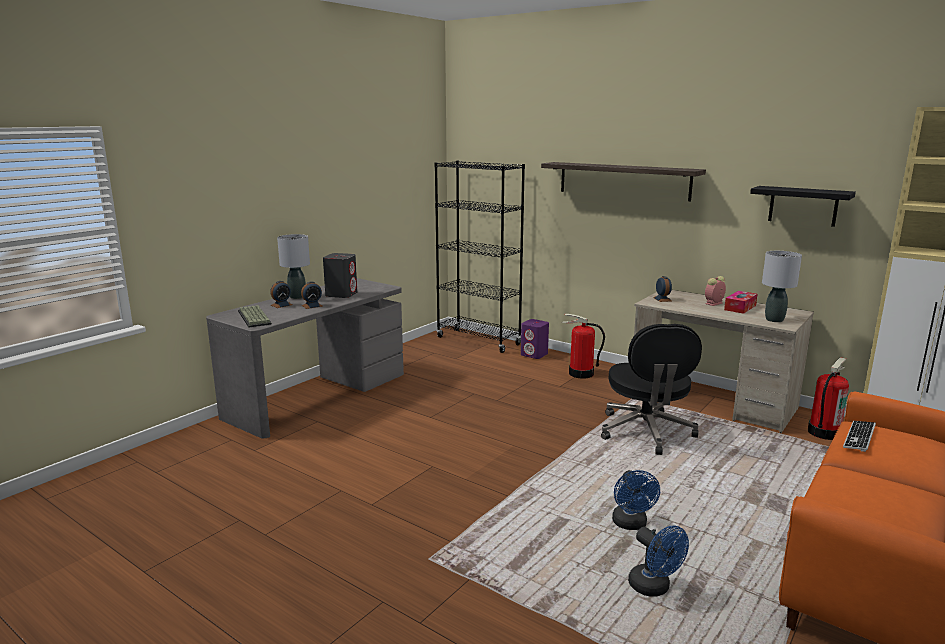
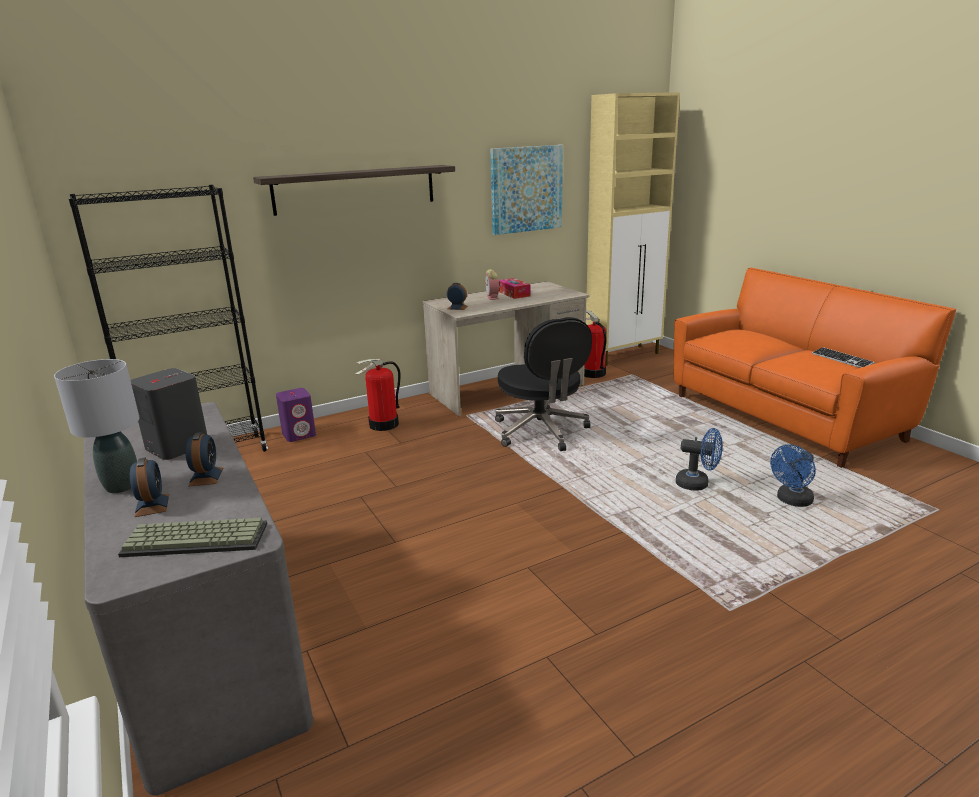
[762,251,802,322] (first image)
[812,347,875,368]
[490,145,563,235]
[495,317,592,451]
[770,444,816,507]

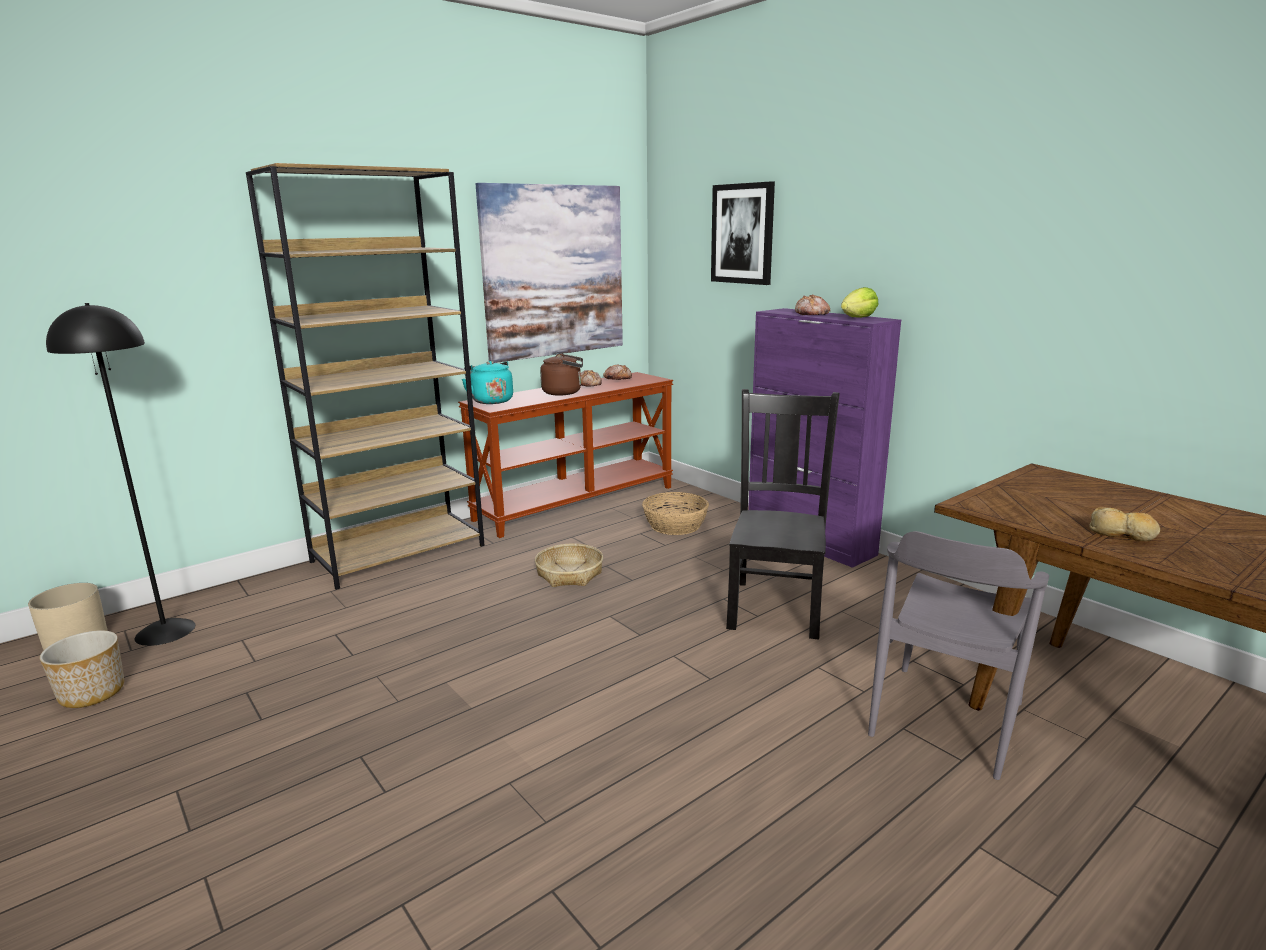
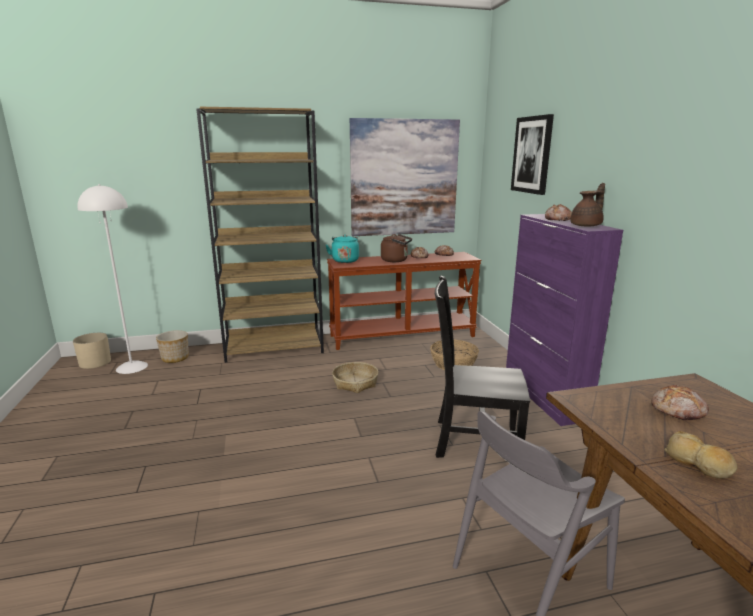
[651,384,709,420]
[156,330,189,363]
[571,183,605,226]
[77,184,148,374]
[435,276,530,458]

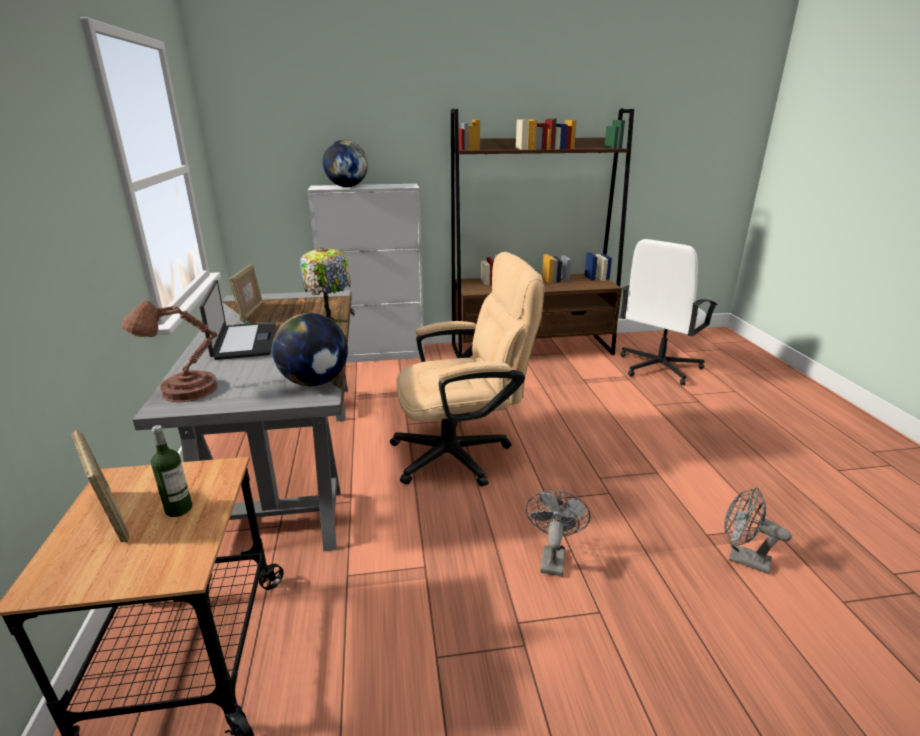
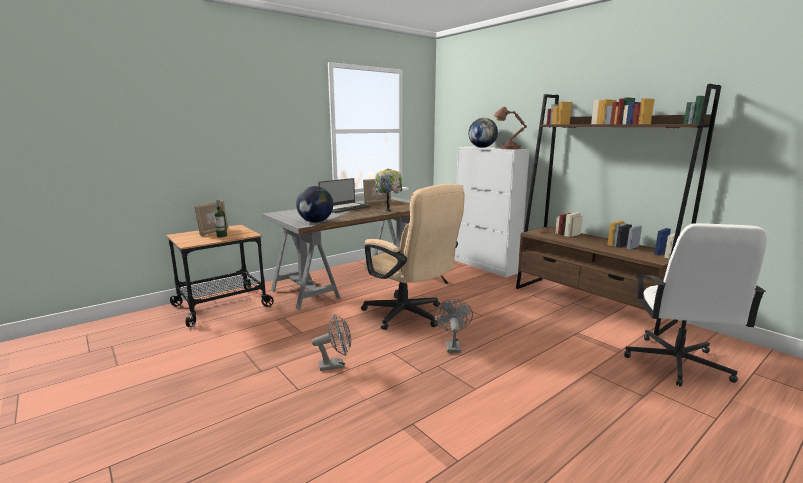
[494,107,527,149]
[434,299,473,353]
[624,223,767,387]

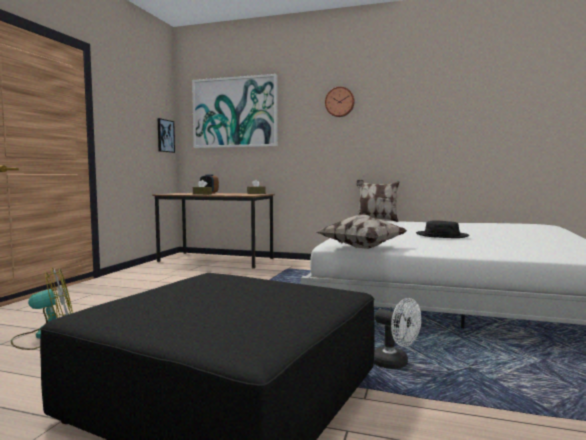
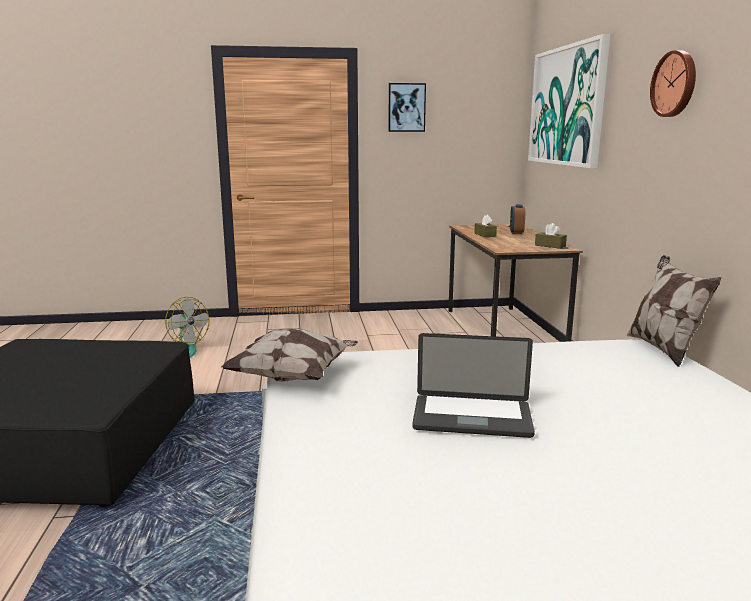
[374,298,421,369] (first image)
[388,83,426,132]
[412,333,535,438]

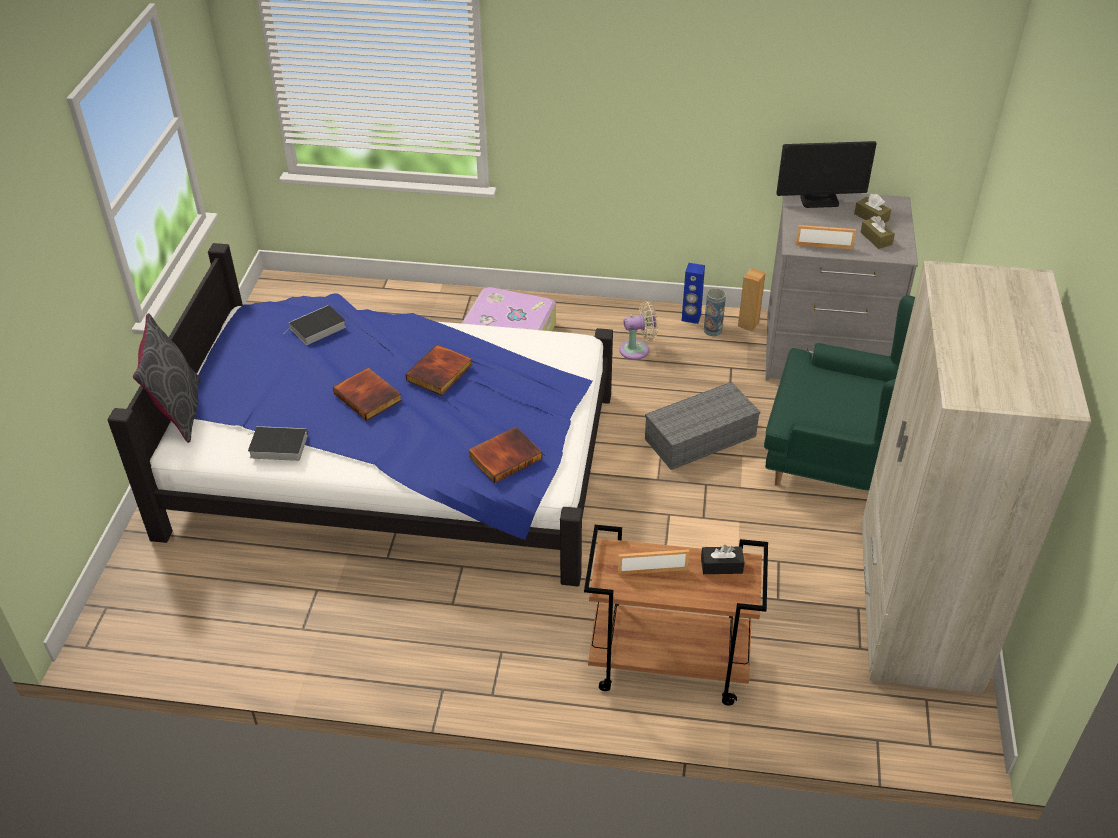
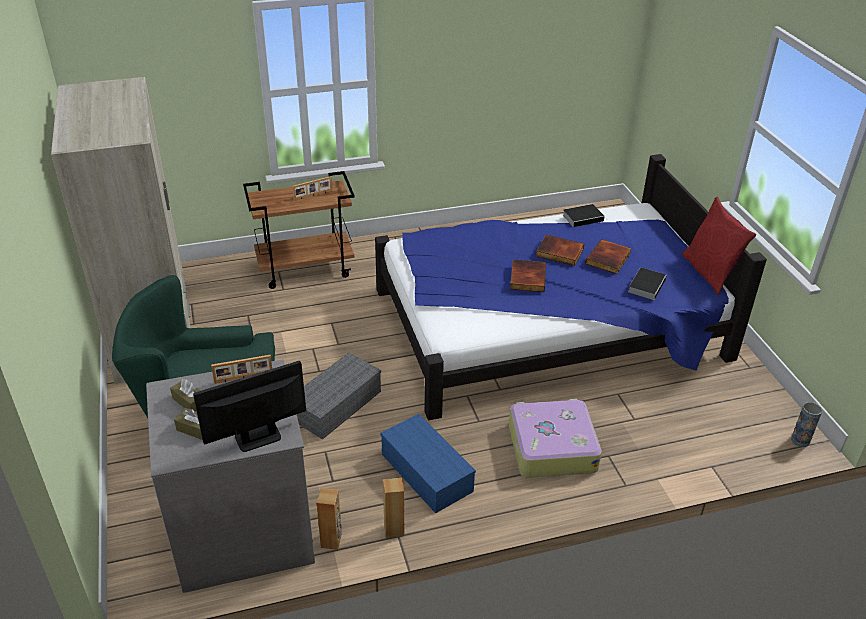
[133,313,201,443] (first image)
[701,545,745,574] (first image)
[682,196,756,295]
[585,239,632,274]
[791,402,822,447]
[380,414,476,513]
[383,478,404,538]

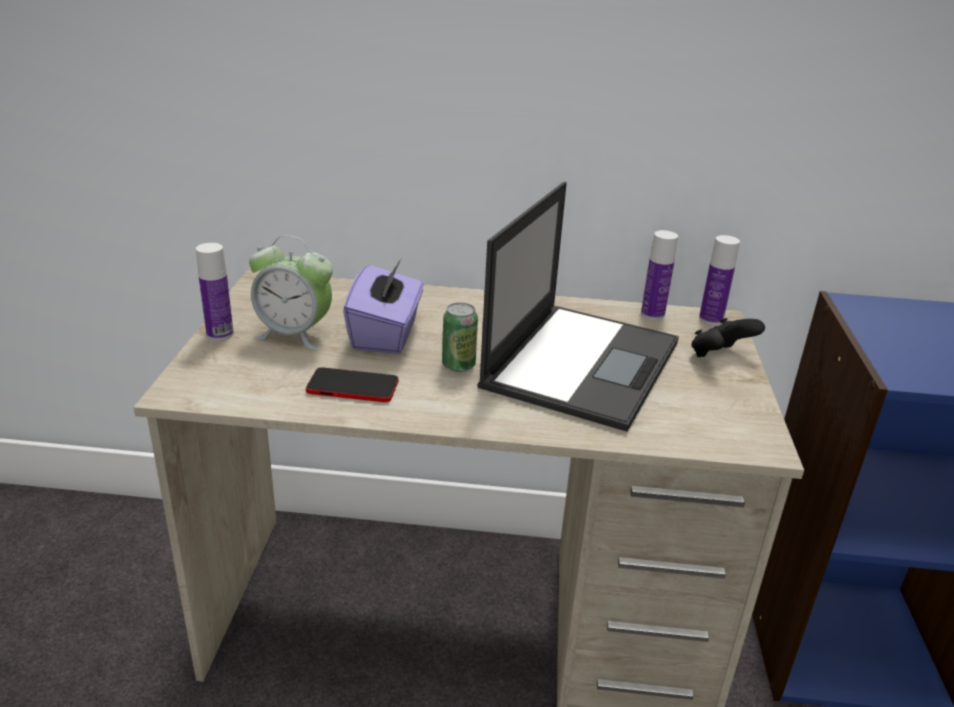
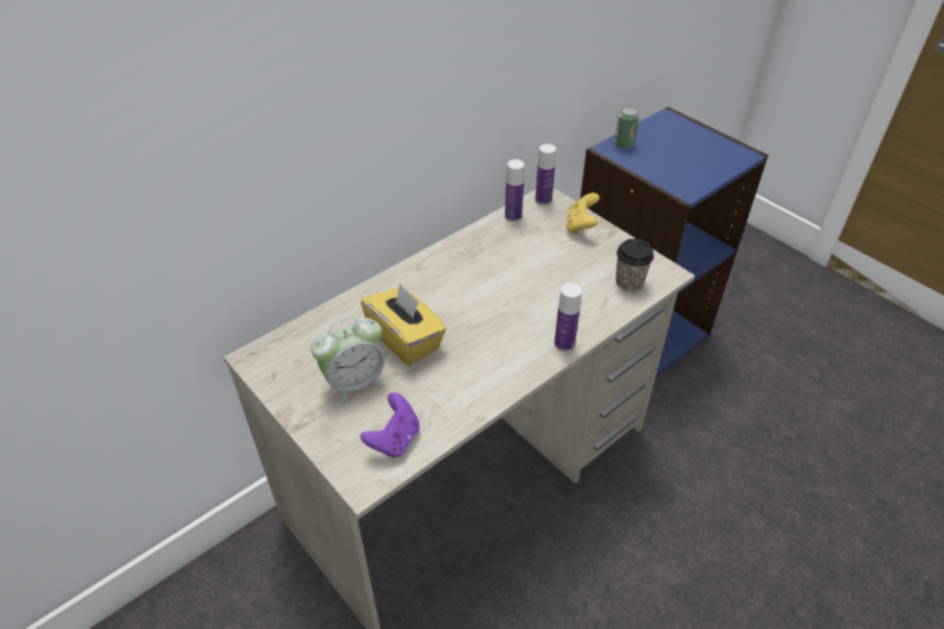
[306,367,399,402] (first image)
[477,182,679,432] (first image)
[361,393,420,458]
[616,239,654,292]
[554,283,582,352]
[614,106,639,149]
[361,283,447,365]
[566,193,600,234]

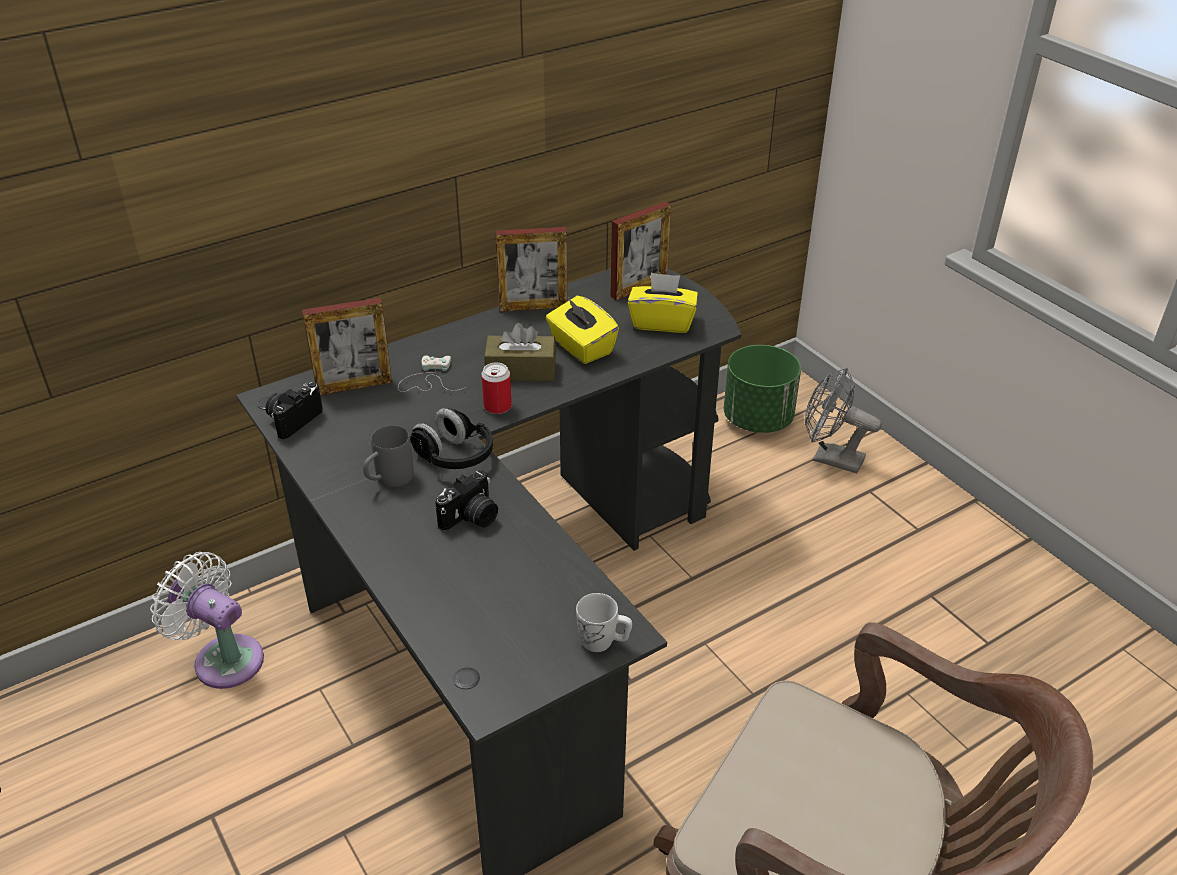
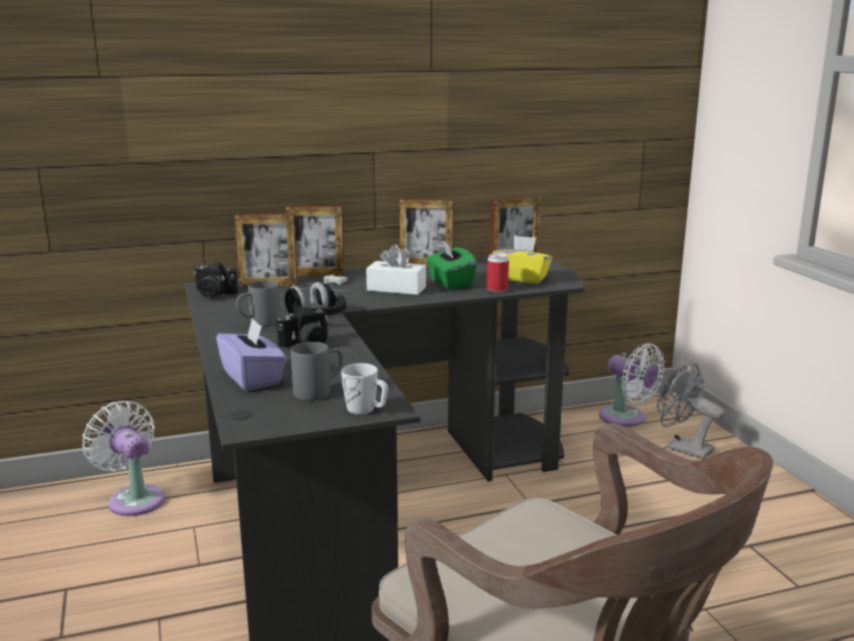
[216,317,286,391]
[285,205,345,276]
[291,342,343,401]
[487,253,509,292]
[599,343,665,427]
[366,244,426,295]
[426,240,477,290]
[194,262,238,298]

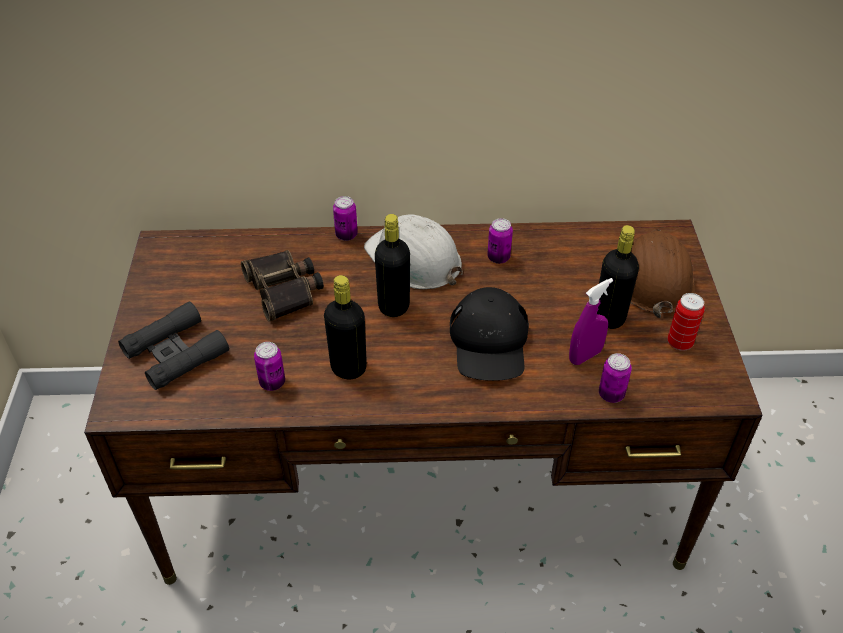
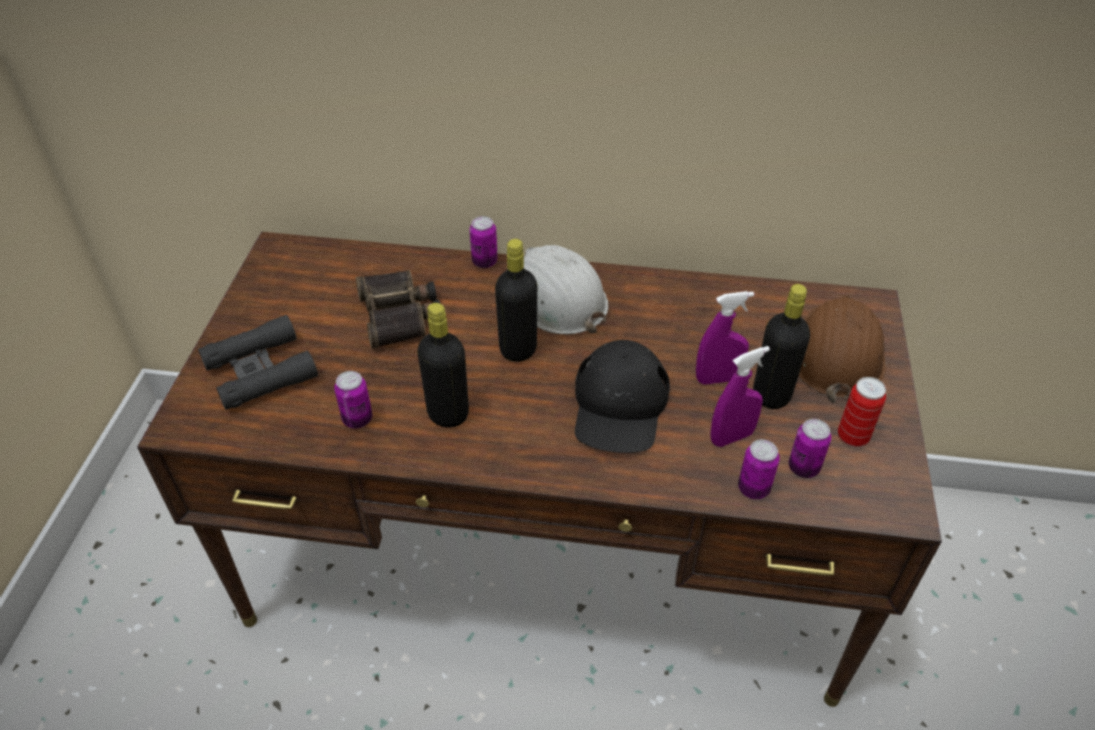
[696,291,754,385]
[789,419,831,478]

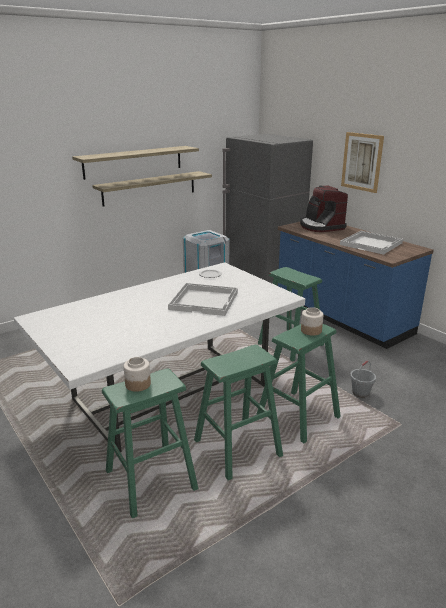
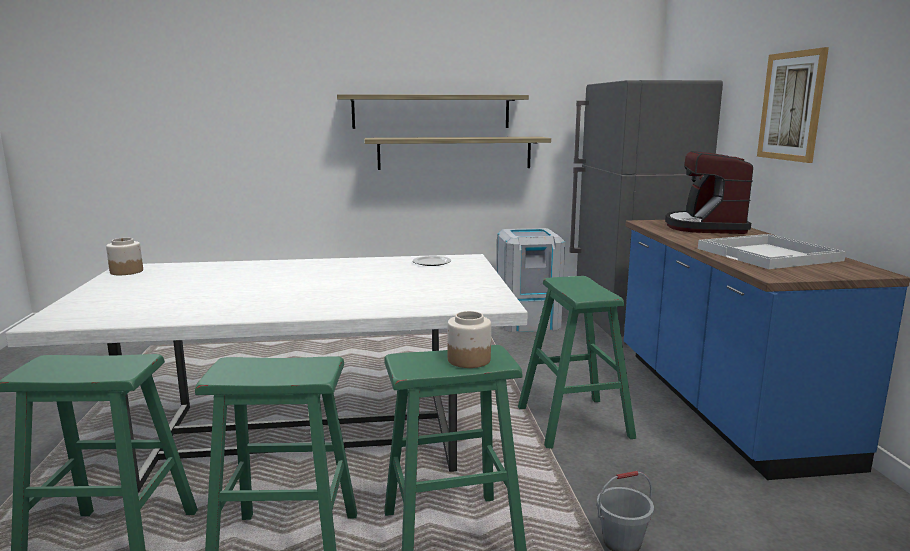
[168,283,238,316] (first image)
[106,238,143,275]

